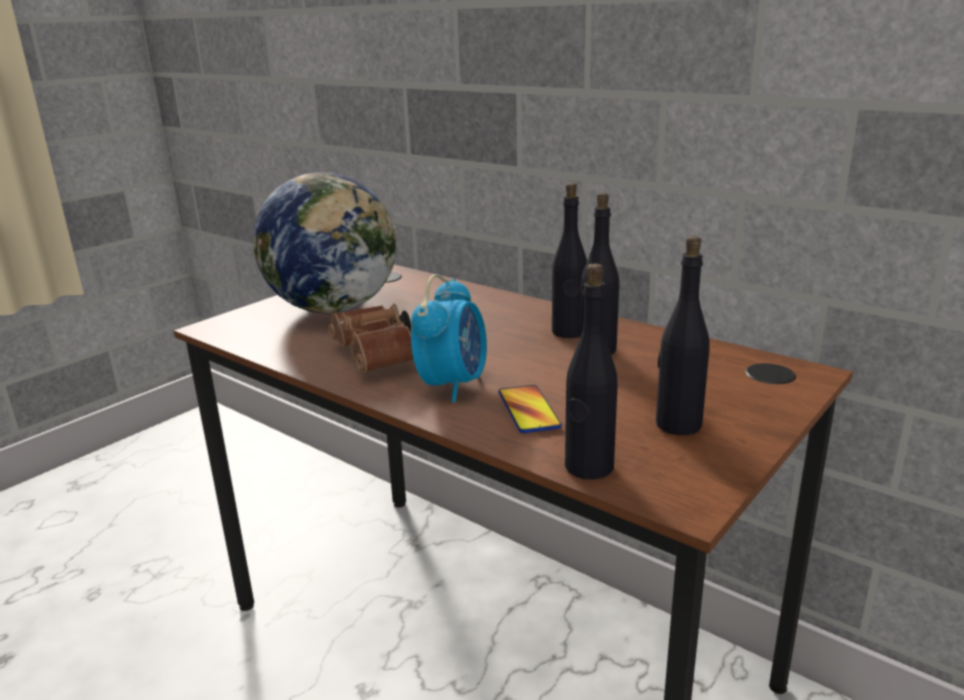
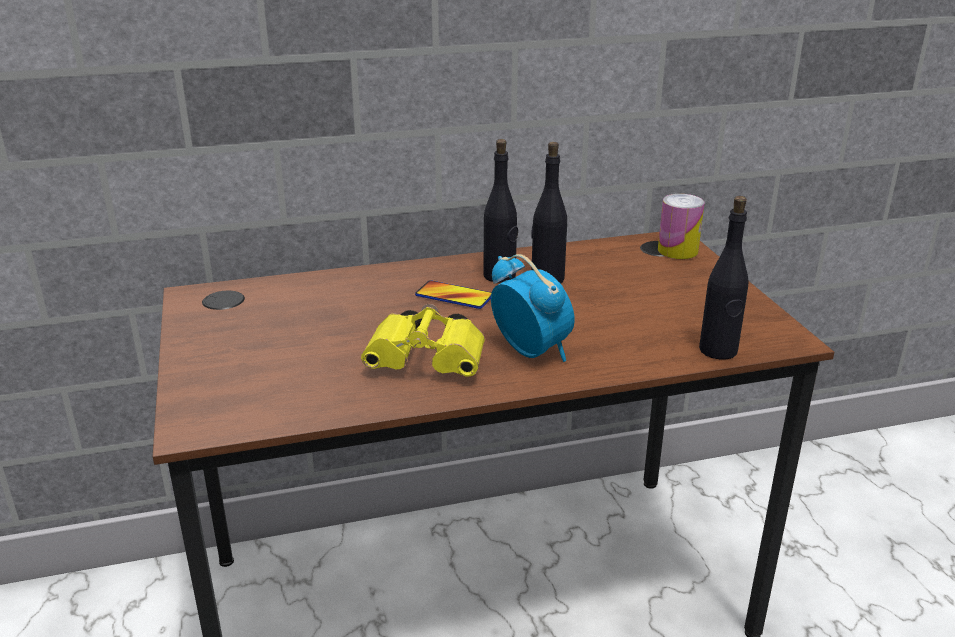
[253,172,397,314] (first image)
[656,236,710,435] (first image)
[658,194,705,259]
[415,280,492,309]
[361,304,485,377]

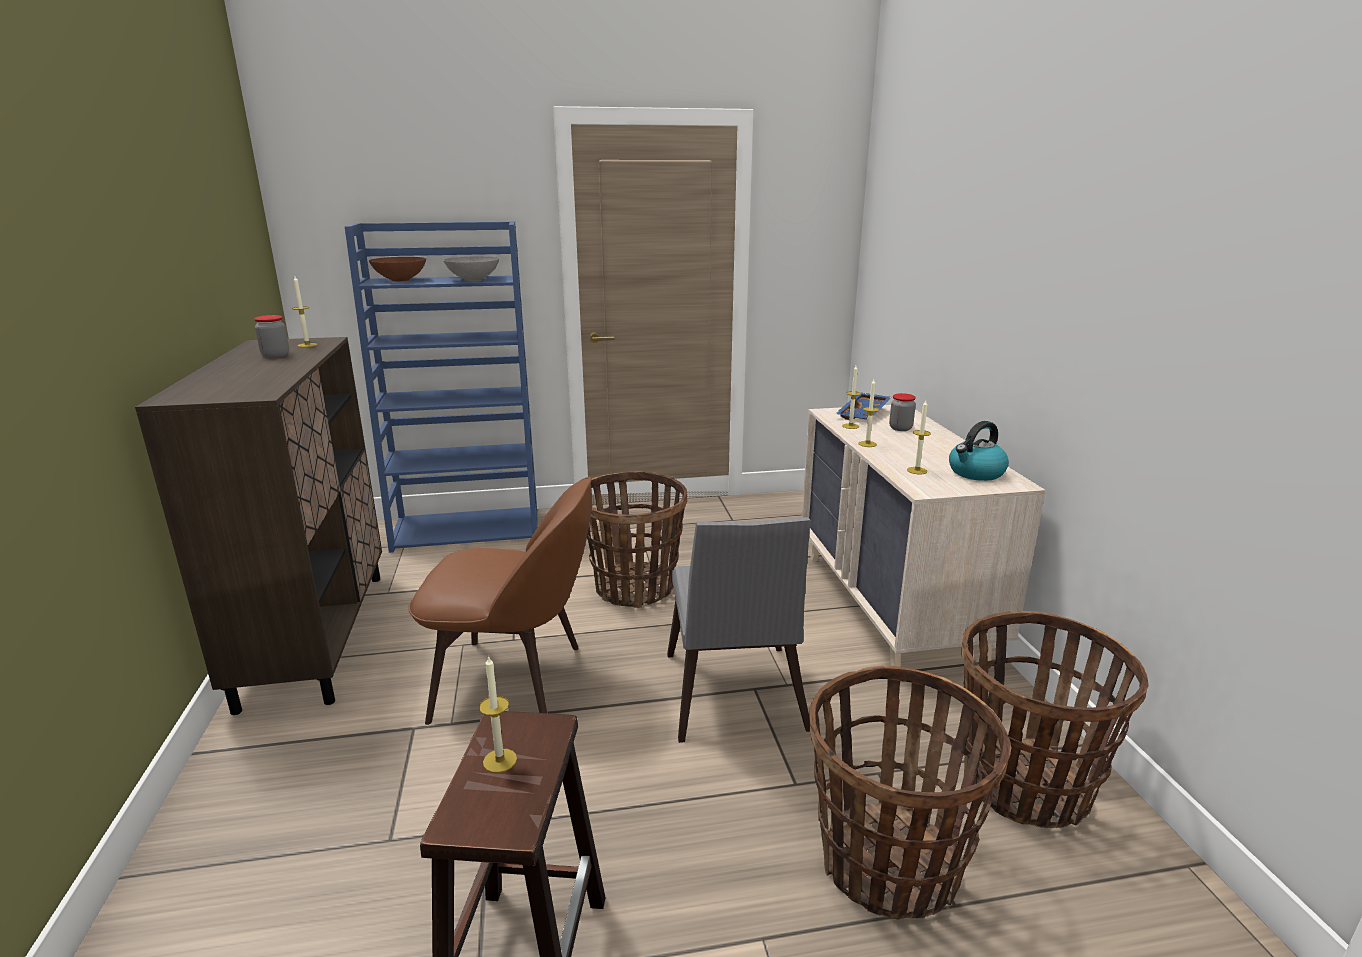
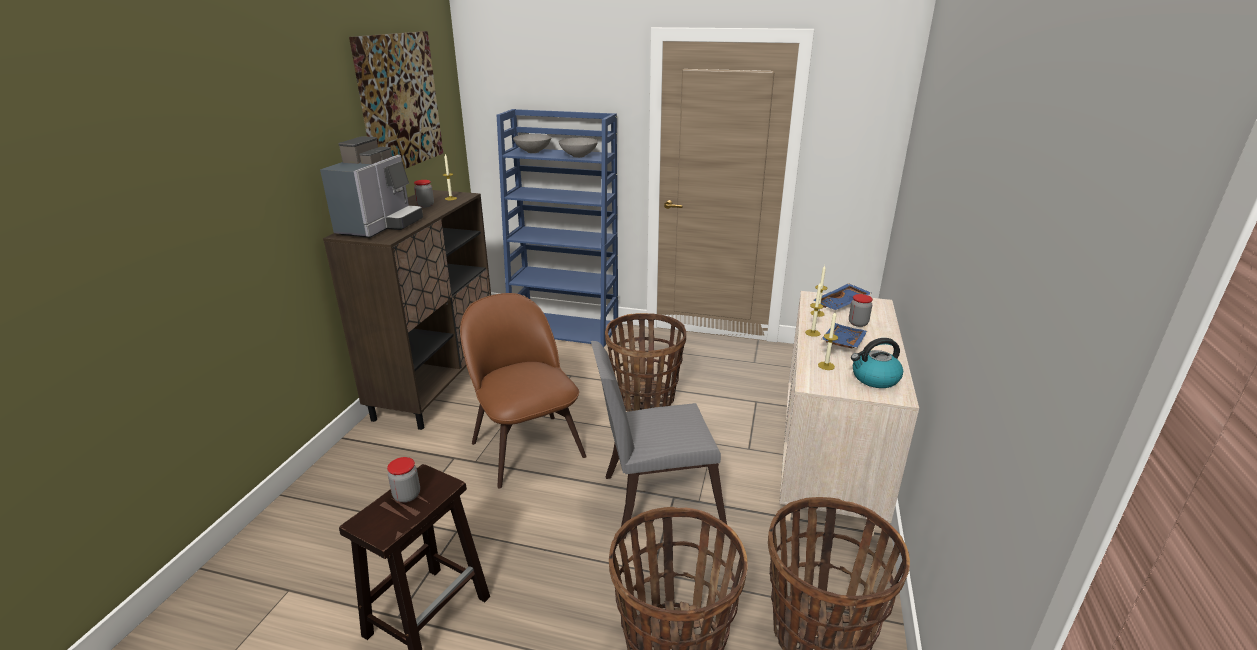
[320,136,423,238]
[349,31,443,169]
[822,323,867,348]
[387,457,420,503]
[513,134,552,153]
[460,293,587,488]
[591,341,727,539]

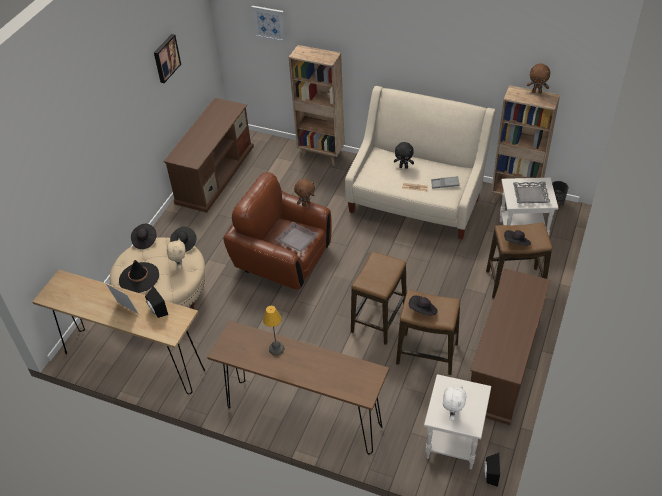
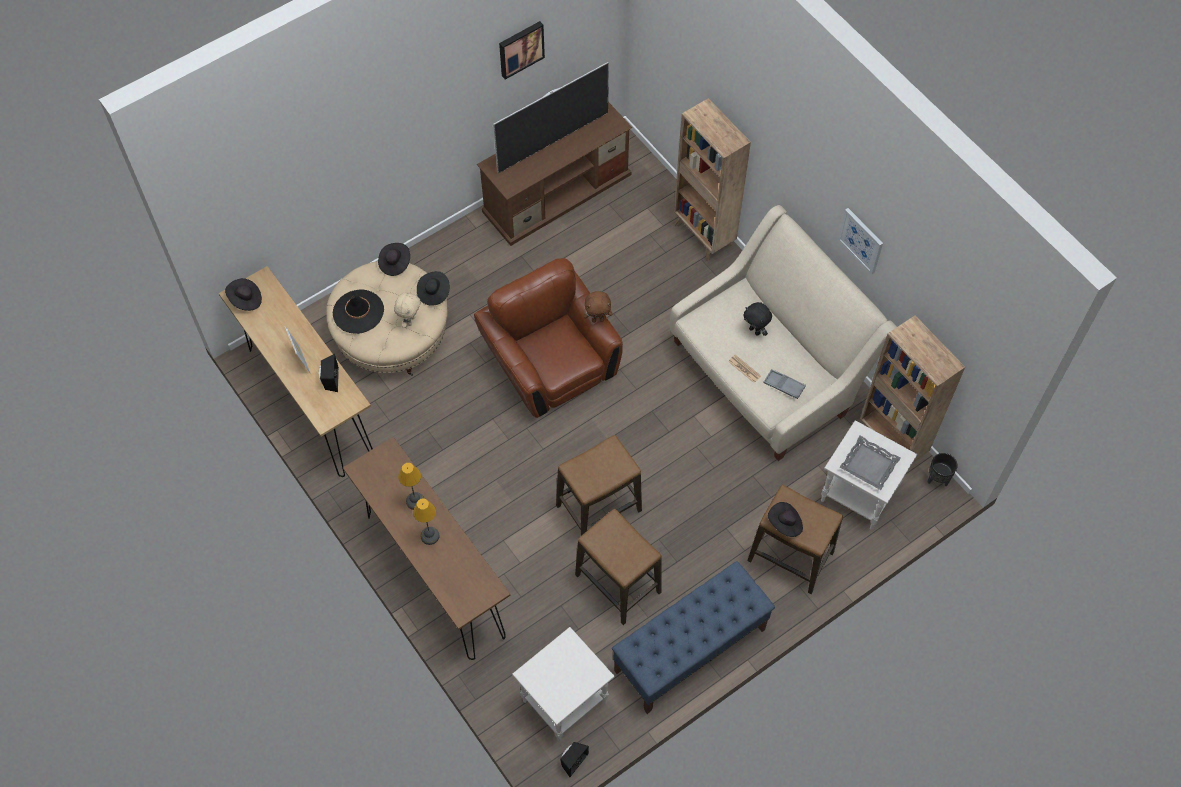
[275,222,318,252] (first image)
[443,386,466,421] (first image)
[527,63,550,94] (first image)
[413,498,439,545]
[493,62,609,173]
[838,208,883,275]
[225,278,262,311]
[612,561,775,714]

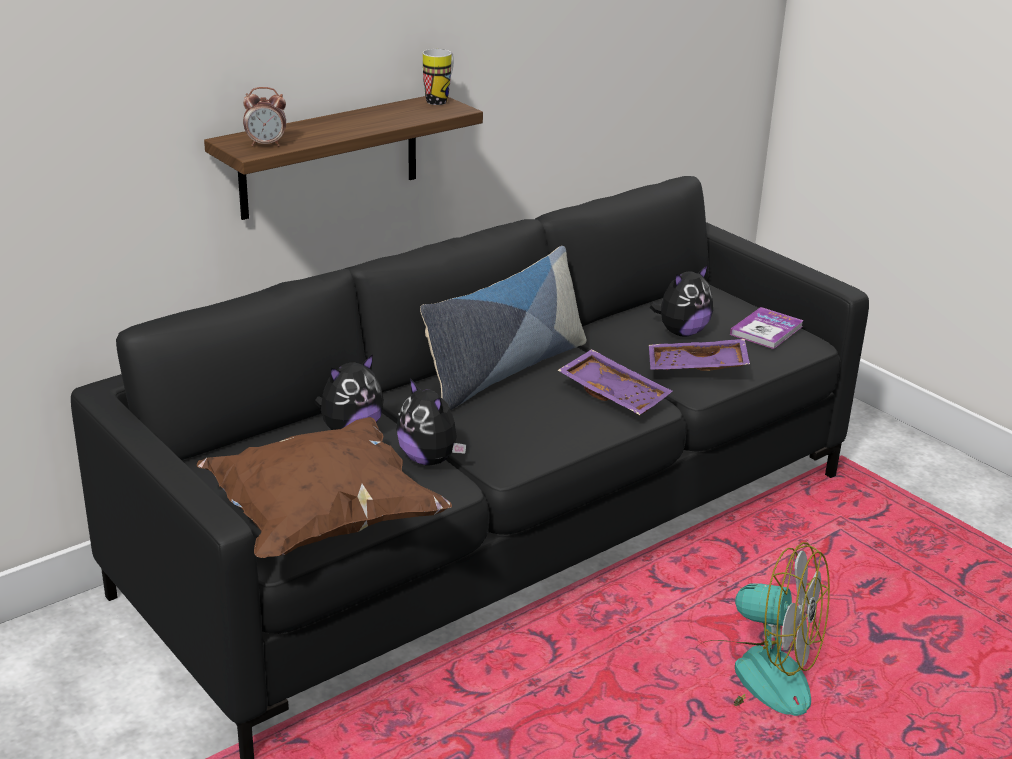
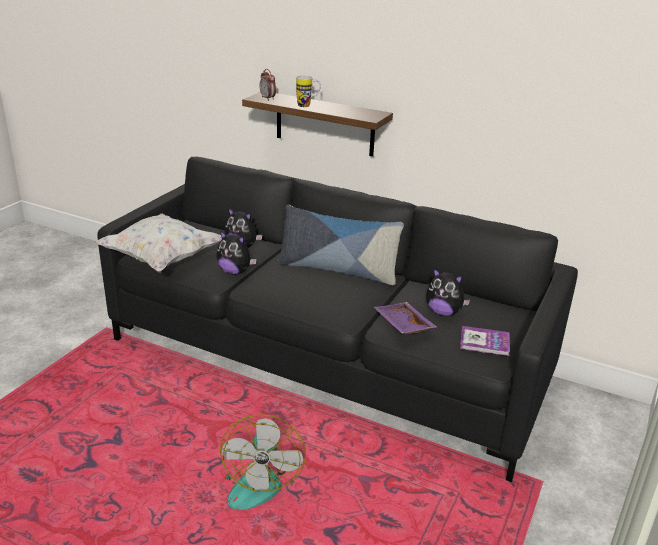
[557,349,673,415] (first image)
[296,76,321,107]
[96,213,222,273]
[216,231,257,275]

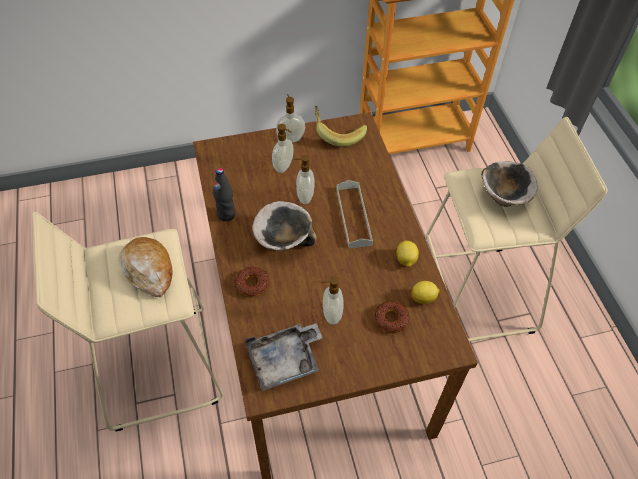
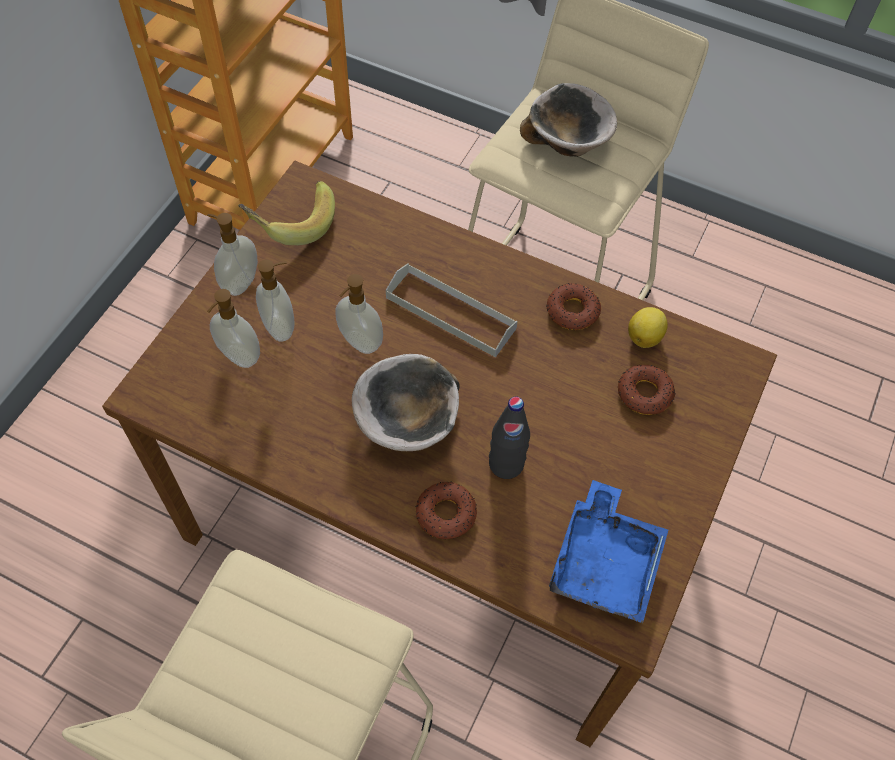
[118,237,173,297] (first image)
[489,397,530,479]
[207,289,260,368]
[546,283,601,330]
[549,480,668,623]

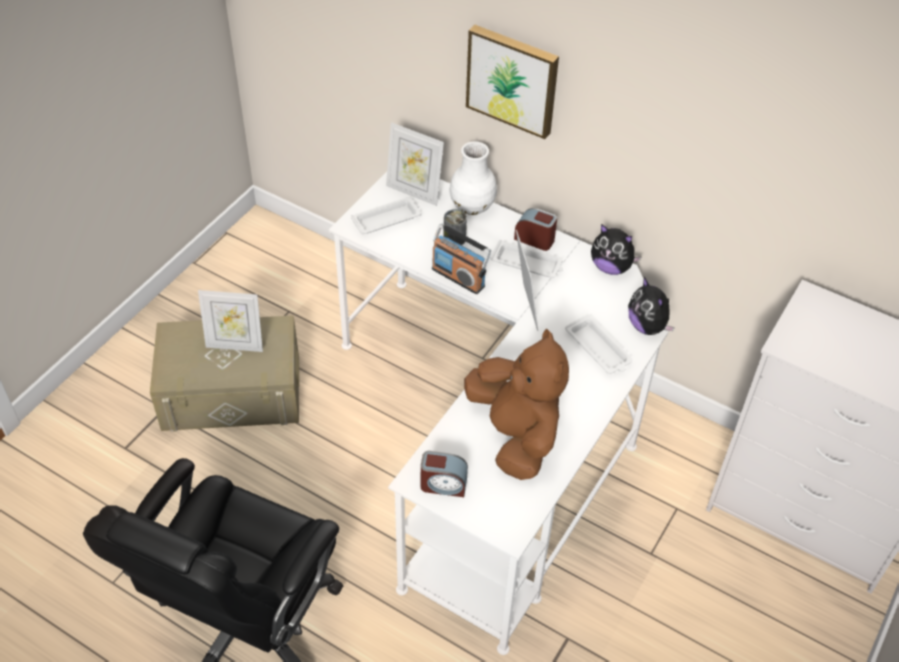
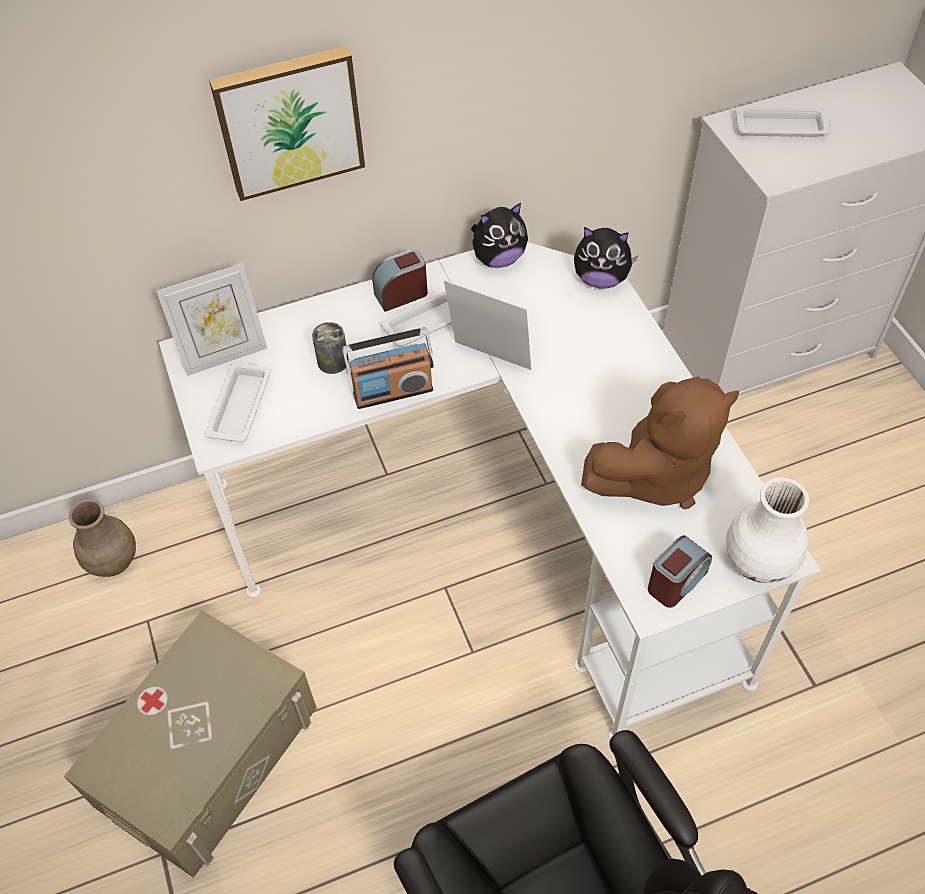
[198,290,263,352] (first image)
[68,499,136,577]
[726,477,809,583]
[735,107,832,137]
[581,377,739,509]

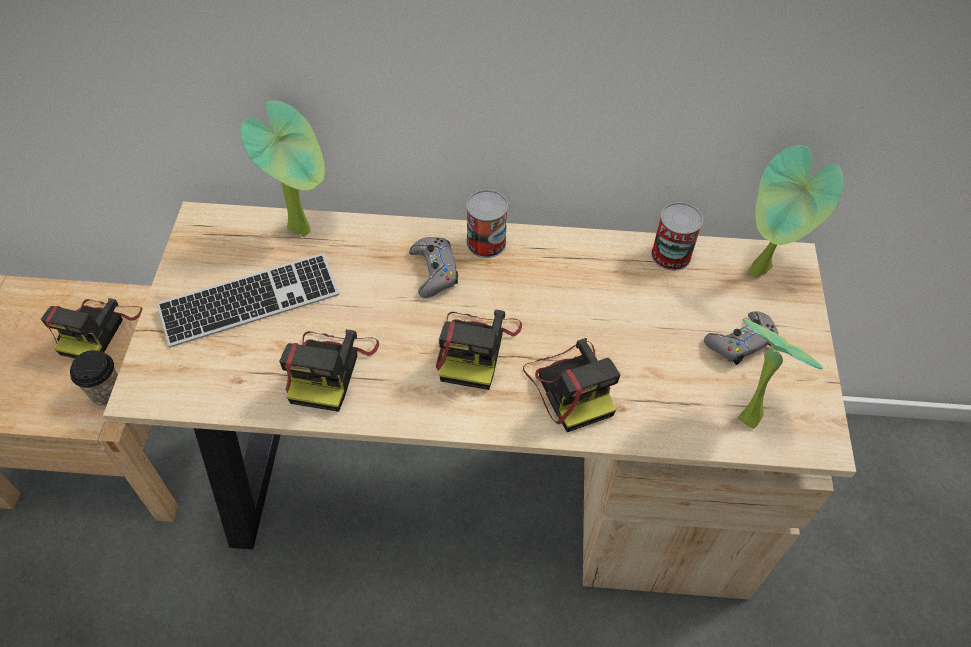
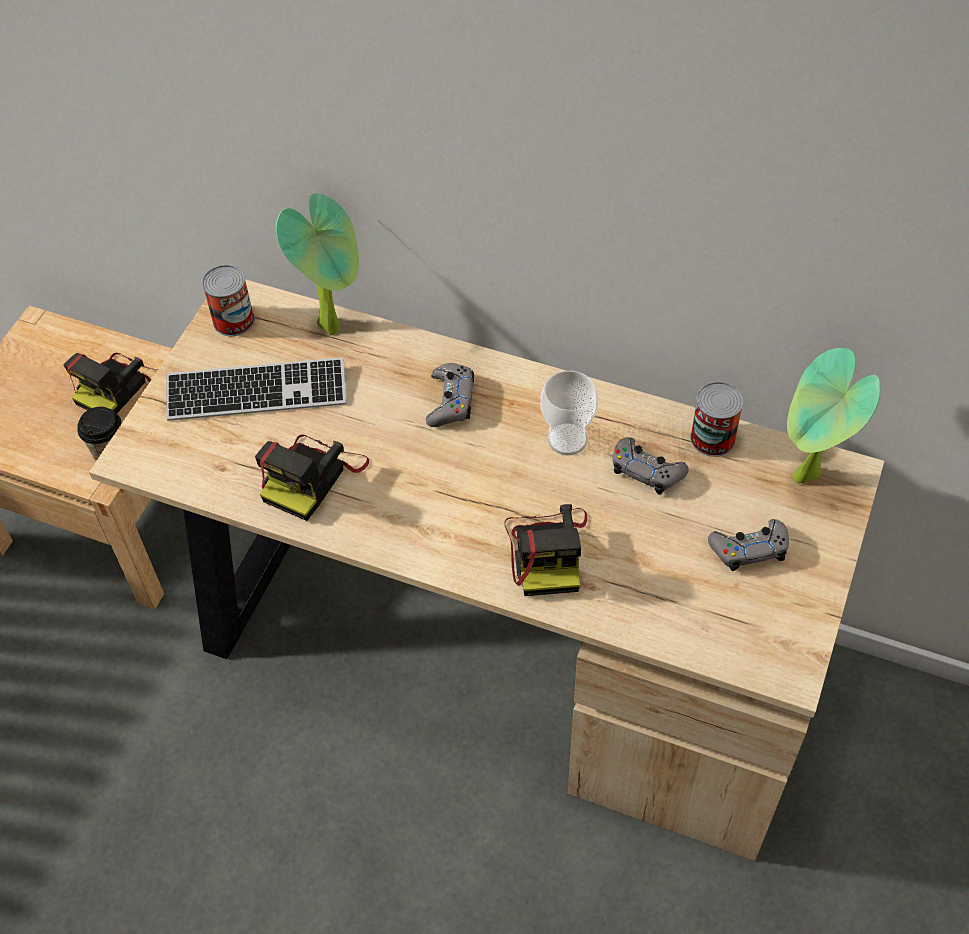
[436,310,522,390] (first image)
[738,318,823,429] (first image)
[540,371,598,455]
[613,437,689,495]
[202,265,255,336]

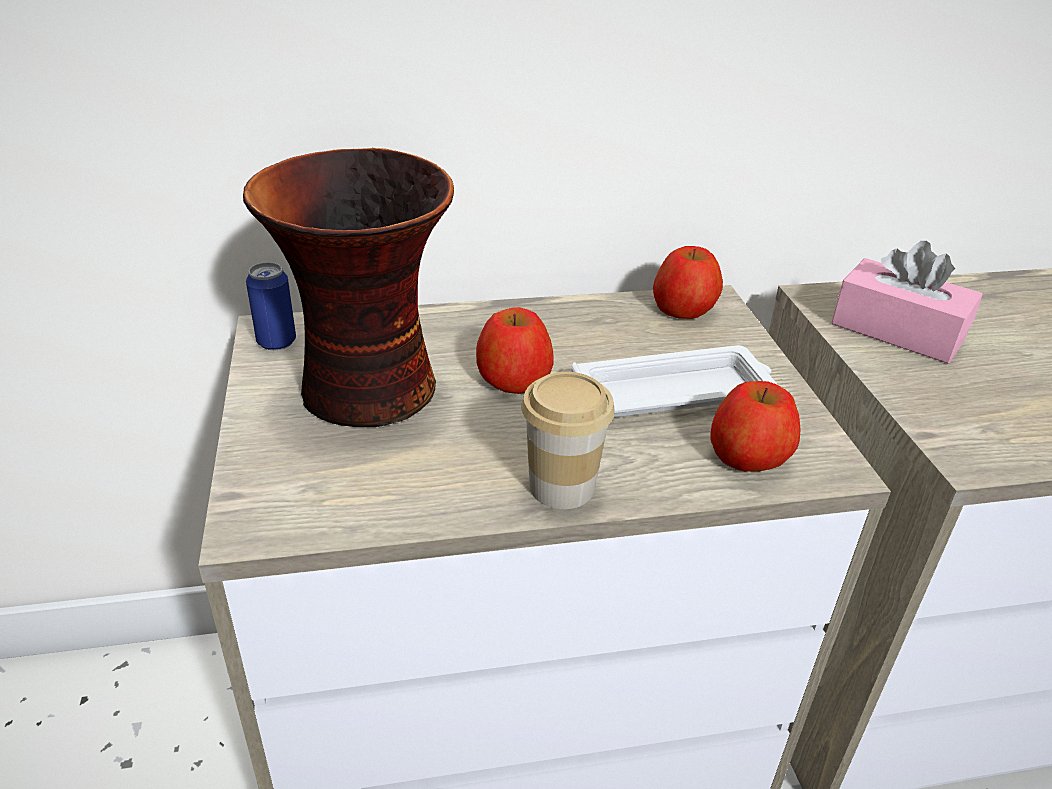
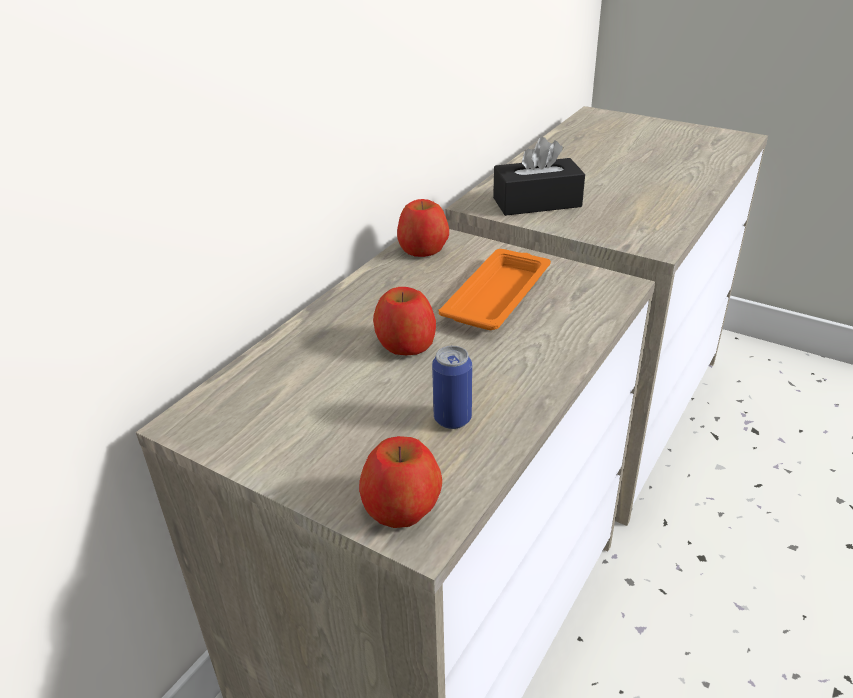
[243,148,454,427] (first image)
[521,372,615,509] (first image)
[432,346,472,429]
[359,436,442,528]
[439,249,551,330]
[493,137,585,216]

